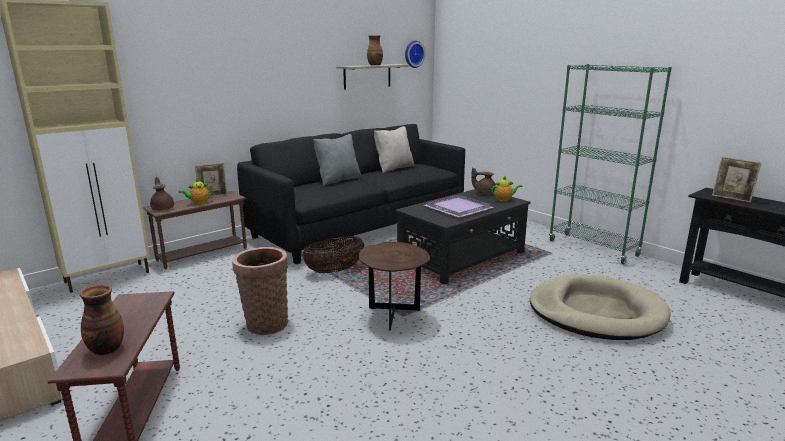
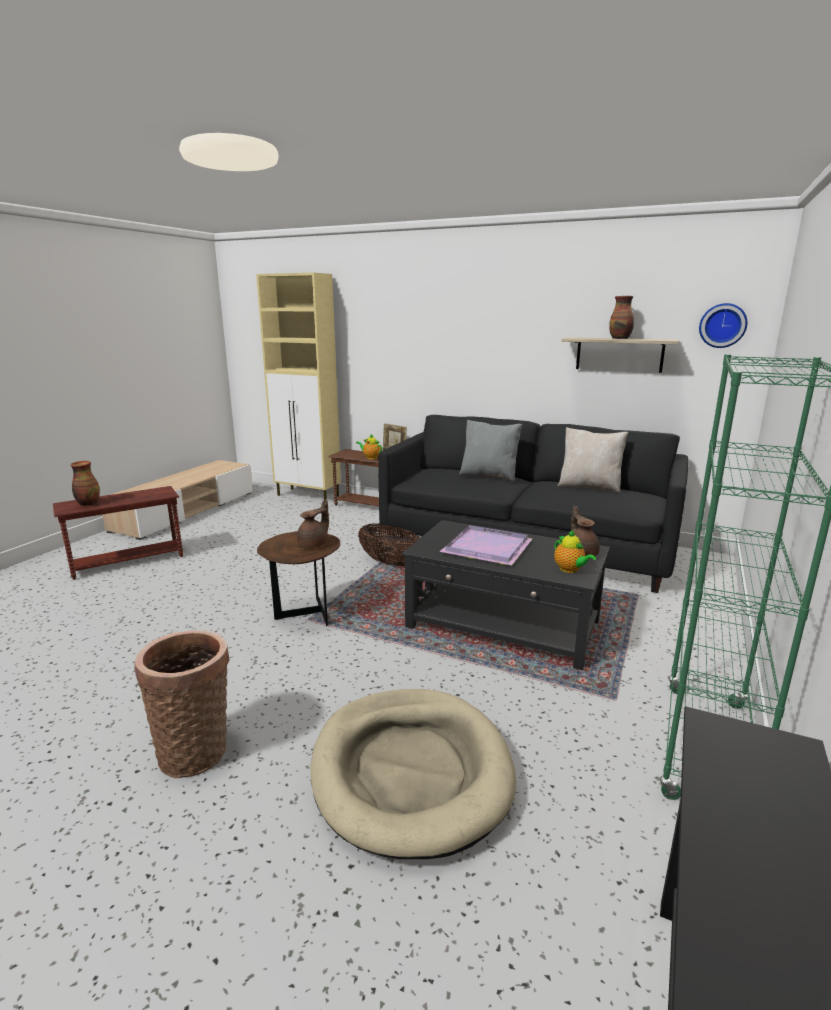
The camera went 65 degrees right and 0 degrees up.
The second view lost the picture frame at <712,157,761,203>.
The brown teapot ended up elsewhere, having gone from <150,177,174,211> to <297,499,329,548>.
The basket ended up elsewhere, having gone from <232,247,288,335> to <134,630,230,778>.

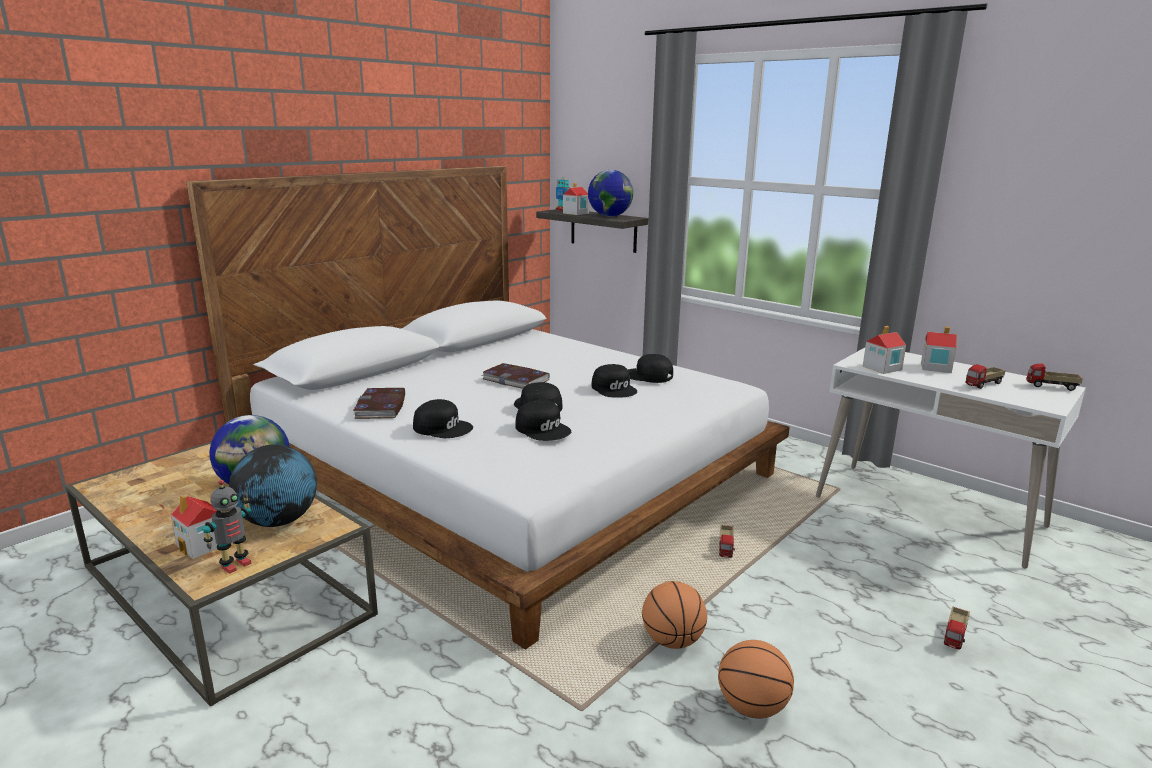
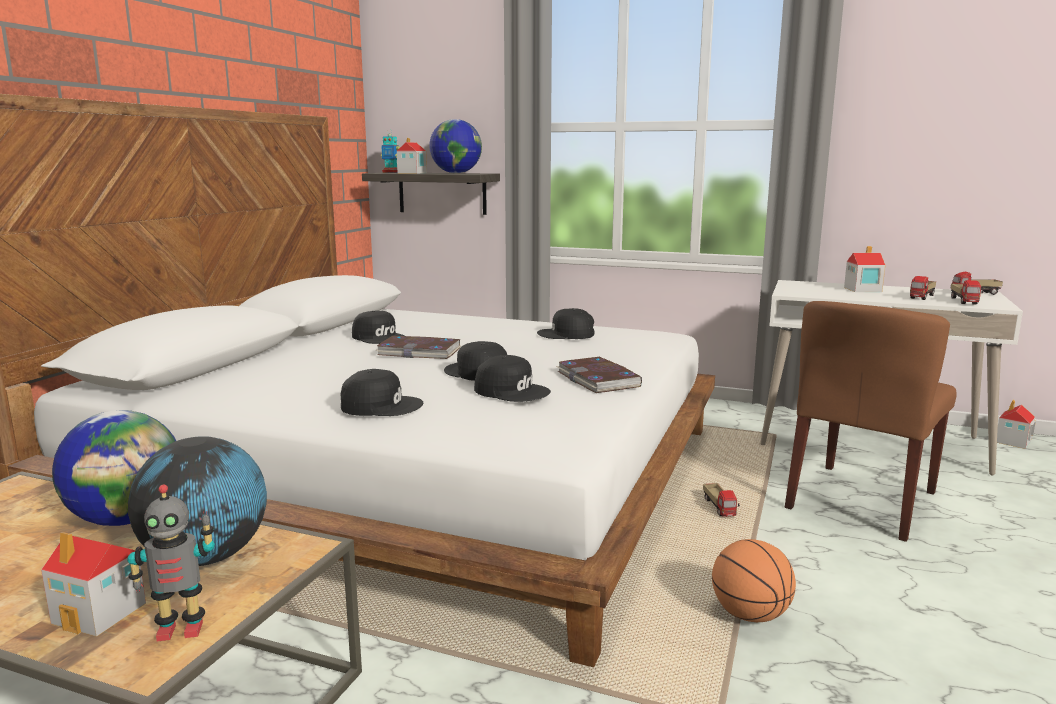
The camera went 20 degrees left and 5 degrees down.
The second view lost the basketball at <718,640,794,718>.
The second view gained the brown chair at <785,301,957,542>.
The book ended up elsewhere, having gone from <353,388,405,419> to <556,357,642,393>.
The black cap ended up elsewhere, having gone from <592,364,637,398> to <352,311,405,344>.
The toy house ended up elsewhere, having gone from <863,326,906,374> to <997,400,1036,449>.
The toy truck ended up elsewhere, having gone from <944,607,970,650> to <950,280,983,305>.
The toy robot at <203,480,252,574> ended up facing another way, 60 degrees clockwise from before.

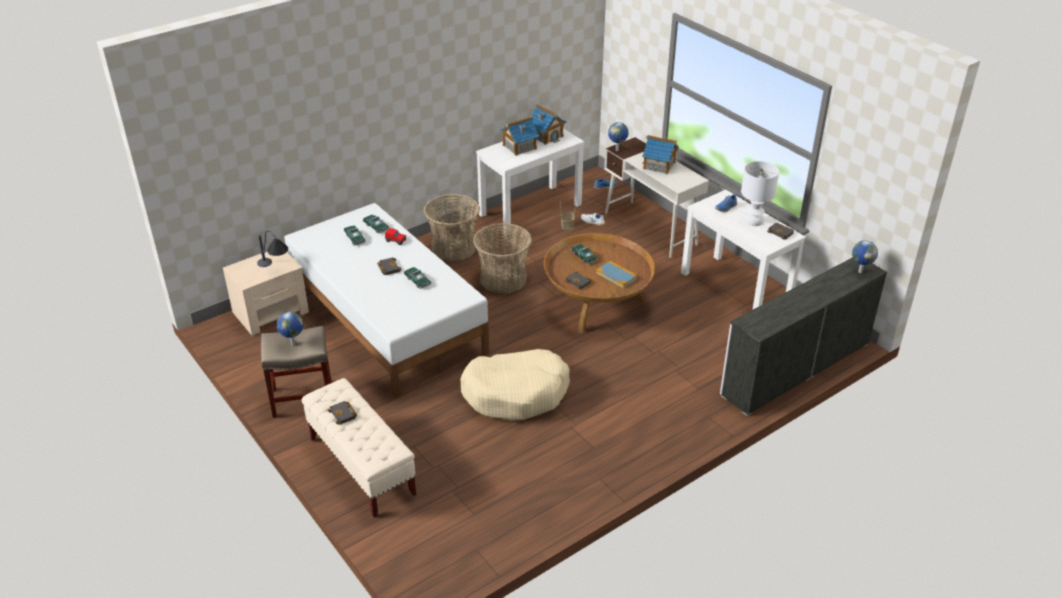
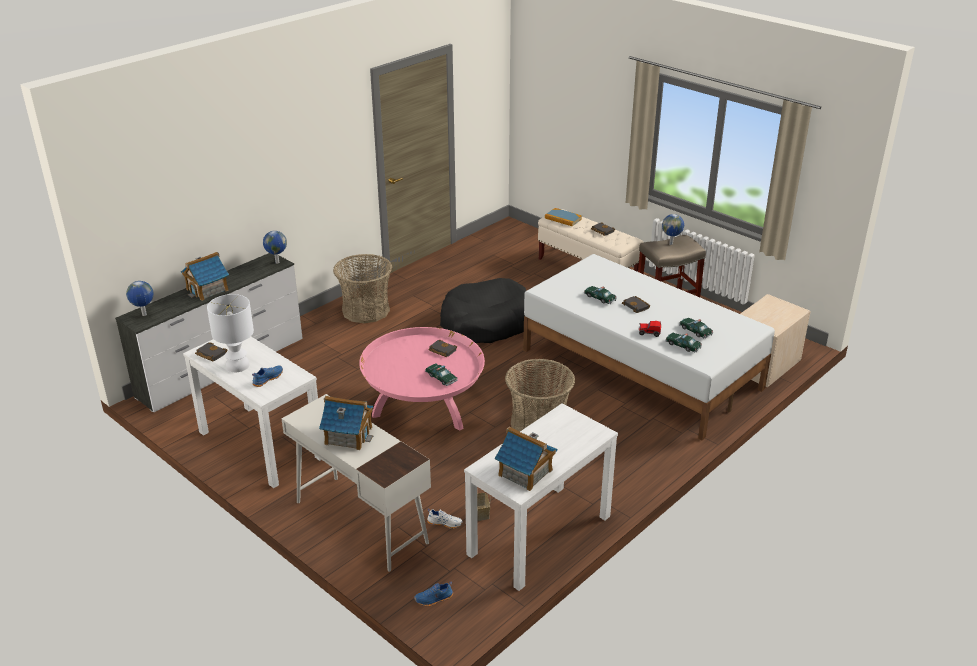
The camera went 170 degrees right and 5 degrees down.
The second view lost the table lamp at <257,231,288,267>.
The basket ended up elsewhere, having gone from <424,194,480,261> to <333,254,393,323>.
The toy house ended up elsewhere, having gone from <500,116,539,156> to <181,252,229,301>.
The book ended up elsewhere, having gone from <596,261,638,288> to <545,208,582,226>.
The globe ended up elsewhere, having gone from <608,122,629,151> to <263,231,287,264>.
What was the beige dog bed at <460,349,570,421> turned into the black dog bed at <440,278,527,343>.
What was the brown coffee table at <544,233,655,333> turned into the pink coffee table at <359,327,485,431>.

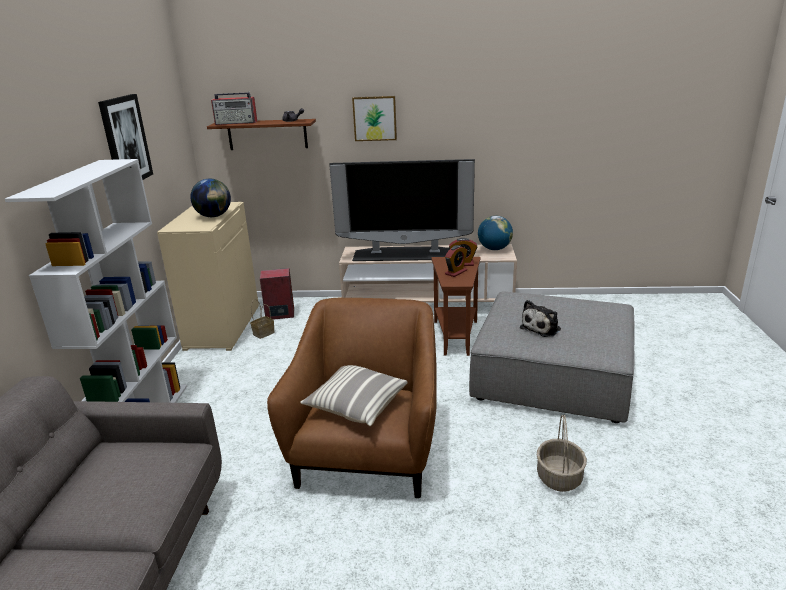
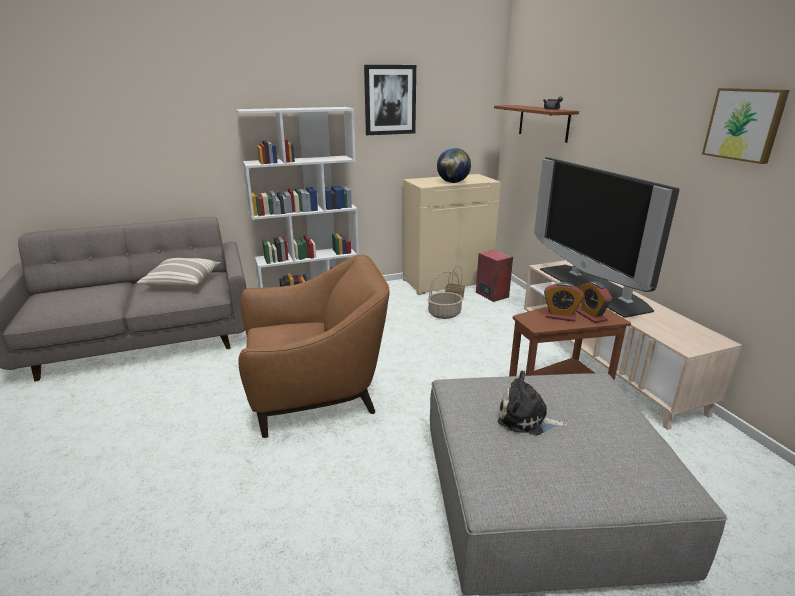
The camera went 65 degrees right and 0 degrees up.
The second view lost the radio at <211,91,257,125>.
The second view lost the globe at <478,216,513,250>.
The pillow ended up elsewhere, having gone from <300,365,408,426> to <137,258,221,289>.
The picture ended up elsewhere, having gone from <352,96,397,141> to <702,88,790,164>.
The basket ended up elsewhere, having gone from <537,415,587,492> to <428,271,463,319>.

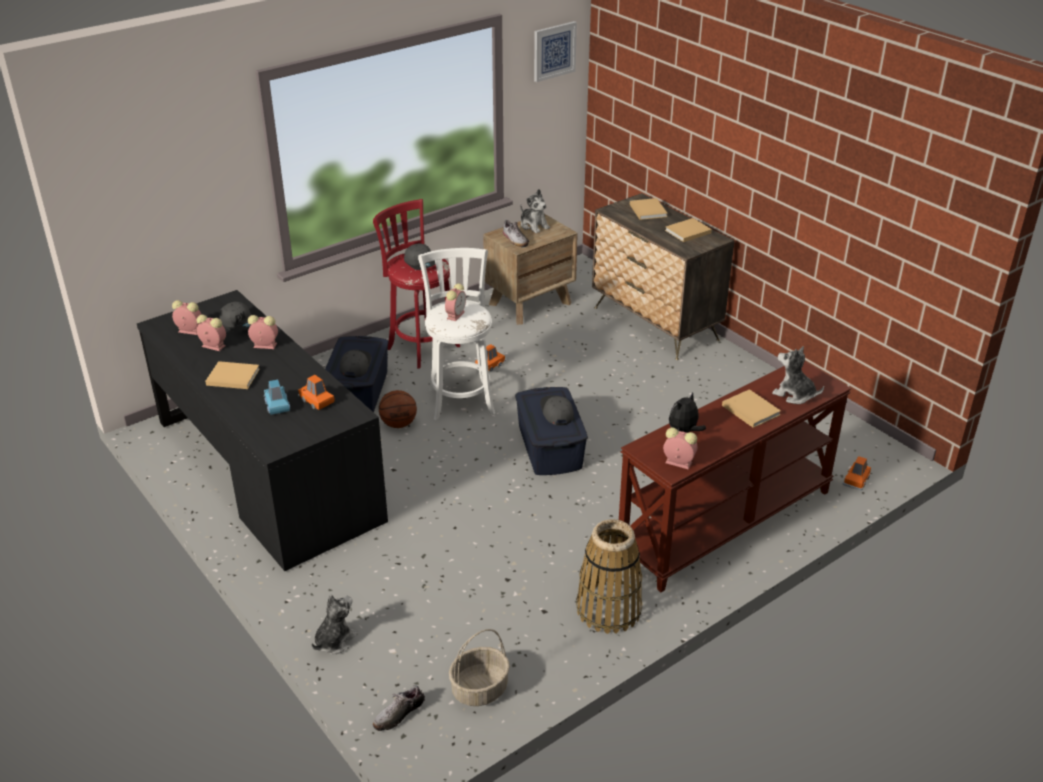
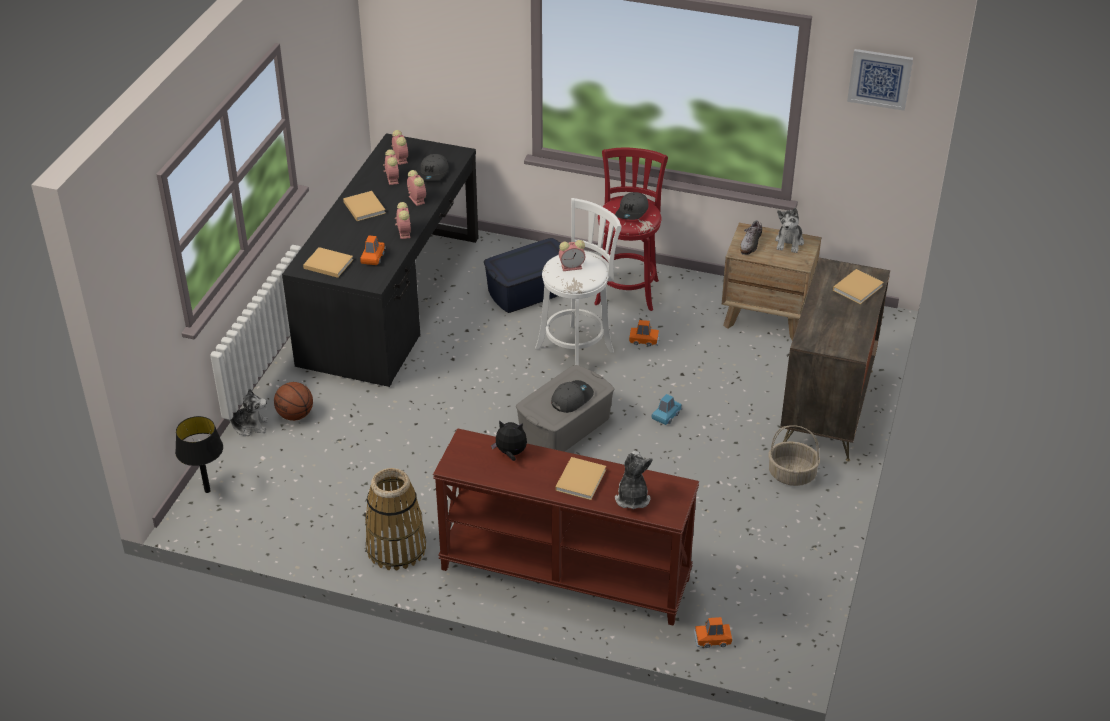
The camera went 55 degrees right and 5 degrees up.
The second view lost the grey cap at <340,350,372,378>.
The blue toy car ended up elsewhere, having gone from <264,380,290,415> to <652,394,682,425>.
The basketball ended up elsewhere, having gone from <379,390,417,428> to <274,382,313,421>.
The basket ended up elsewhere, having gone from <449,629,510,706> to <769,425,820,486>.
The alarm clock ended up elsewhere, having gone from <663,428,698,470> to <395,202,411,239>.
The beige book ended up elsewhere, having gone from <665,218,712,242> to <303,247,353,278>.
Where the shoe stood at <373,685,425,731>, the black table lamp came to stand at <175,416,223,493>.
What was the blue storage box at <515,387,588,475> turned into the grey storage box at <516,365,614,452>.

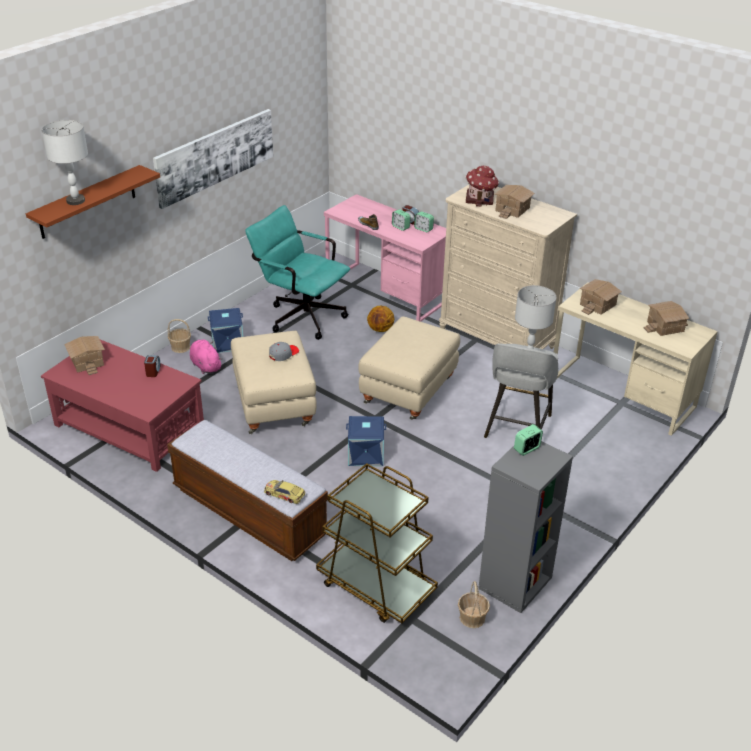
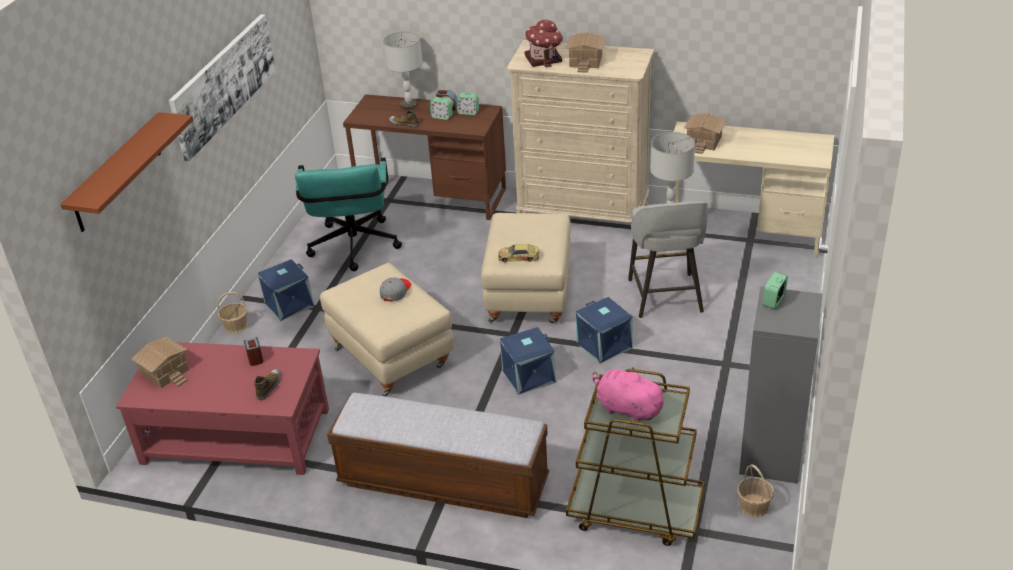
The camera went 20 degrees left and 0 degrees up.
The second view lost the basketball at <367,306,394,332>.
The second view lost the toy house at <644,301,689,336>.
The second view gained the shoe at <254,369,281,400>.
The second view gained the blue storage box at <576,297,633,363>.
The grey table lamp ended up elsewhere, having gone from <41,120,88,205> to <383,31,423,110>.
The pink plush toy ended up elsewhere, having gone from <190,339,223,374> to <592,367,667,422>.
The toy car ended up elsewhere, having gone from <264,480,305,504> to <498,244,539,262>.
What was the pink desk at <324,194,446,322> turned into the brown desk at <343,94,506,220>.
The turquoise office chair at <245,205,351,340> ended up facing another way, 105 degrees counterclockwise from before.

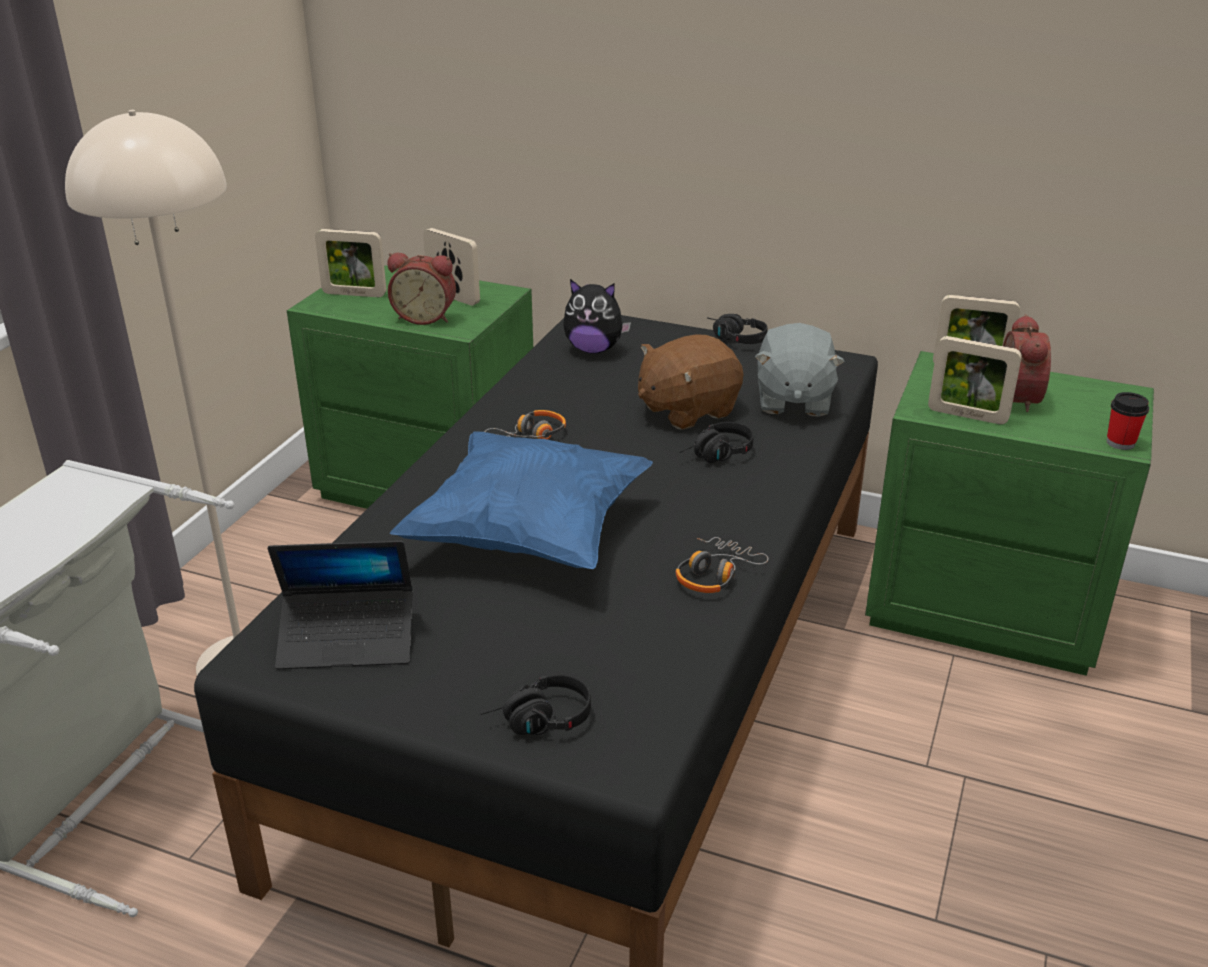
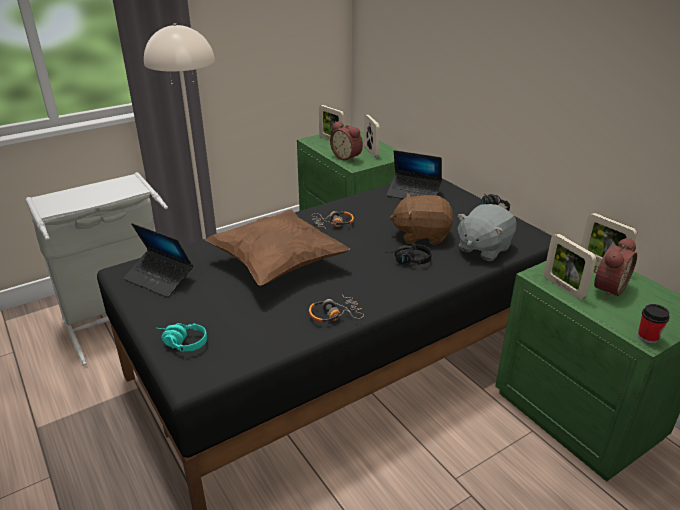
The camera went 35 degrees right and 0 degrees up.
Where the plush toy stood at <563,279,631,354>, the laptop came to stand at <386,150,442,199>.
What was the blue pillow at <390,432,653,569> turned into the brown pillow at <205,210,350,286>.
What was the black headphones at <480,675,591,735> turned into the turquoise headphones at <157,323,207,352>.

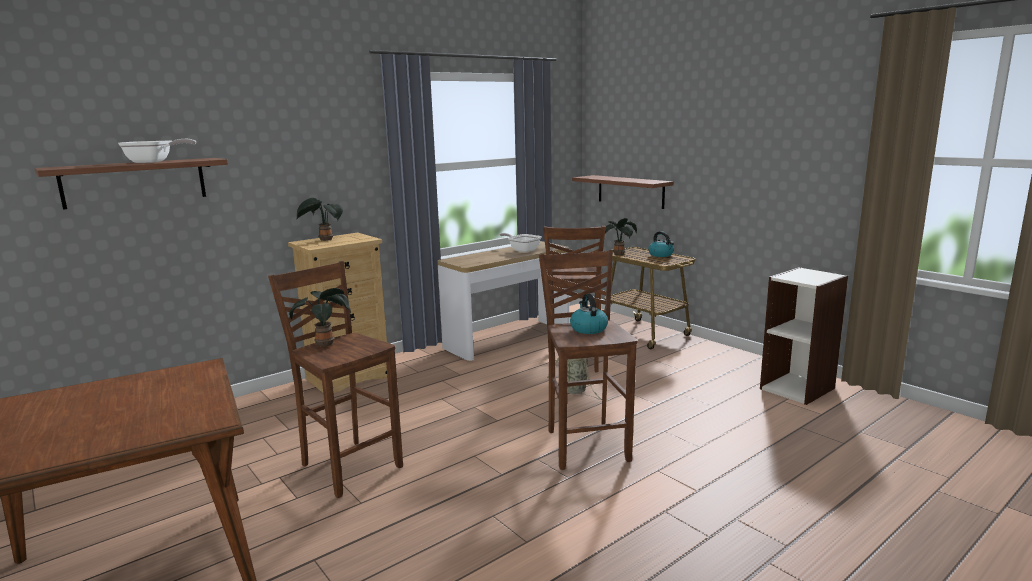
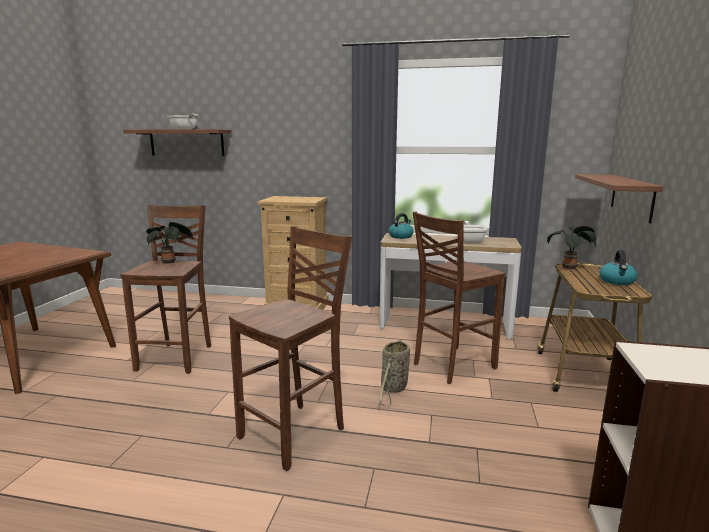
The camera went 50 degrees right and 0 degrees up.
The second view lost the potted plant at <297,198,343,241>.
The kettle ended up elsewhere, having gone from <570,294,608,334> to <389,213,414,239>.

